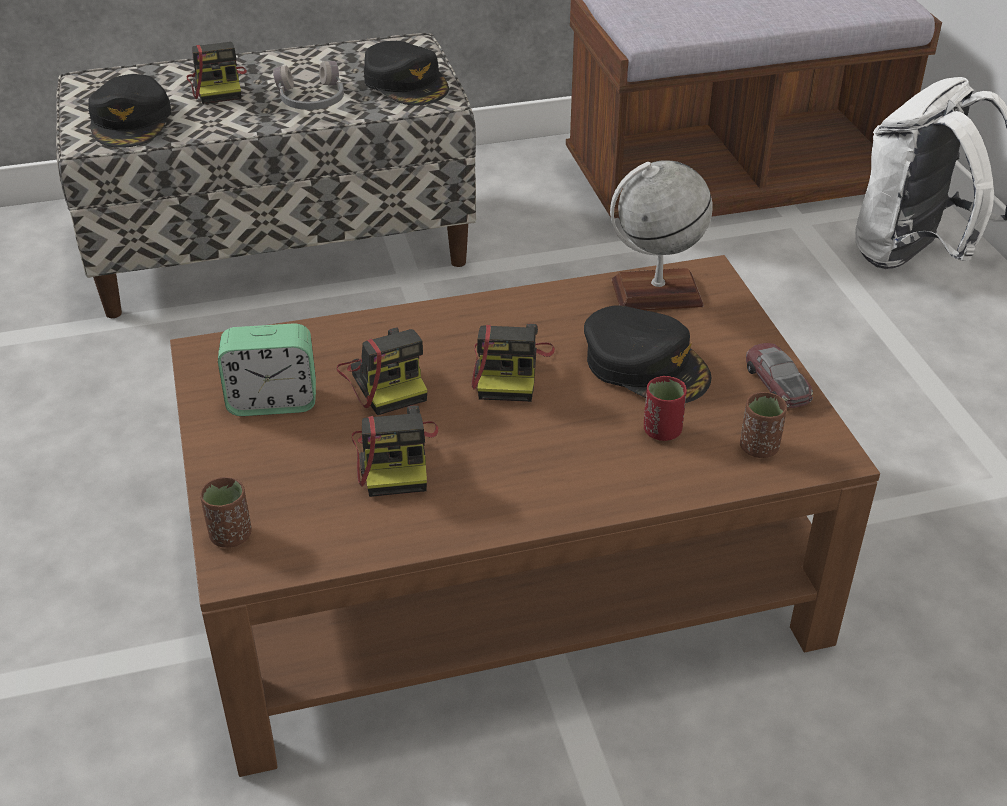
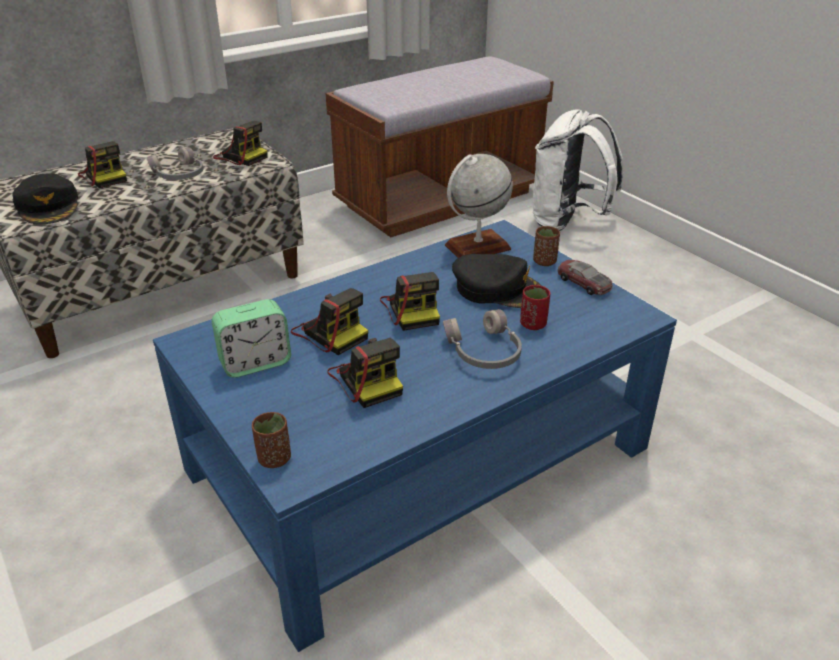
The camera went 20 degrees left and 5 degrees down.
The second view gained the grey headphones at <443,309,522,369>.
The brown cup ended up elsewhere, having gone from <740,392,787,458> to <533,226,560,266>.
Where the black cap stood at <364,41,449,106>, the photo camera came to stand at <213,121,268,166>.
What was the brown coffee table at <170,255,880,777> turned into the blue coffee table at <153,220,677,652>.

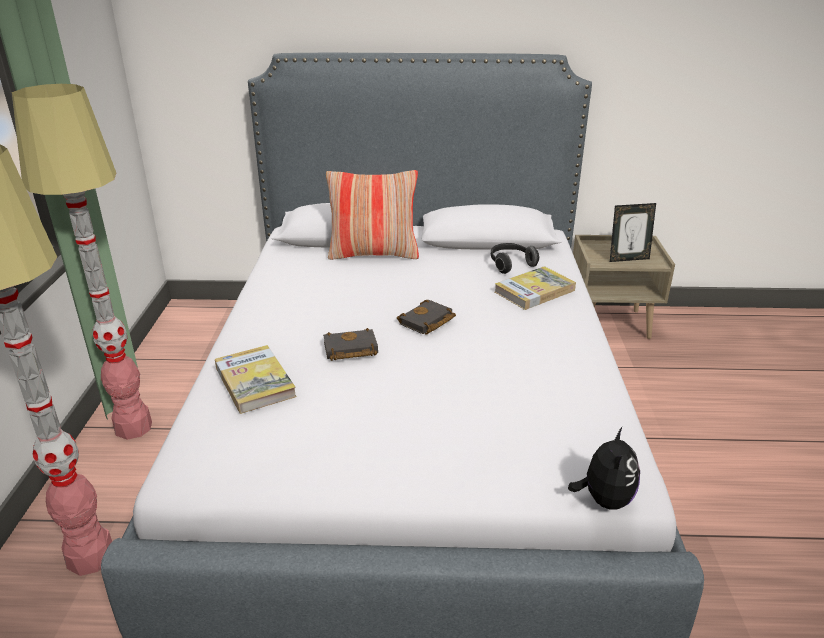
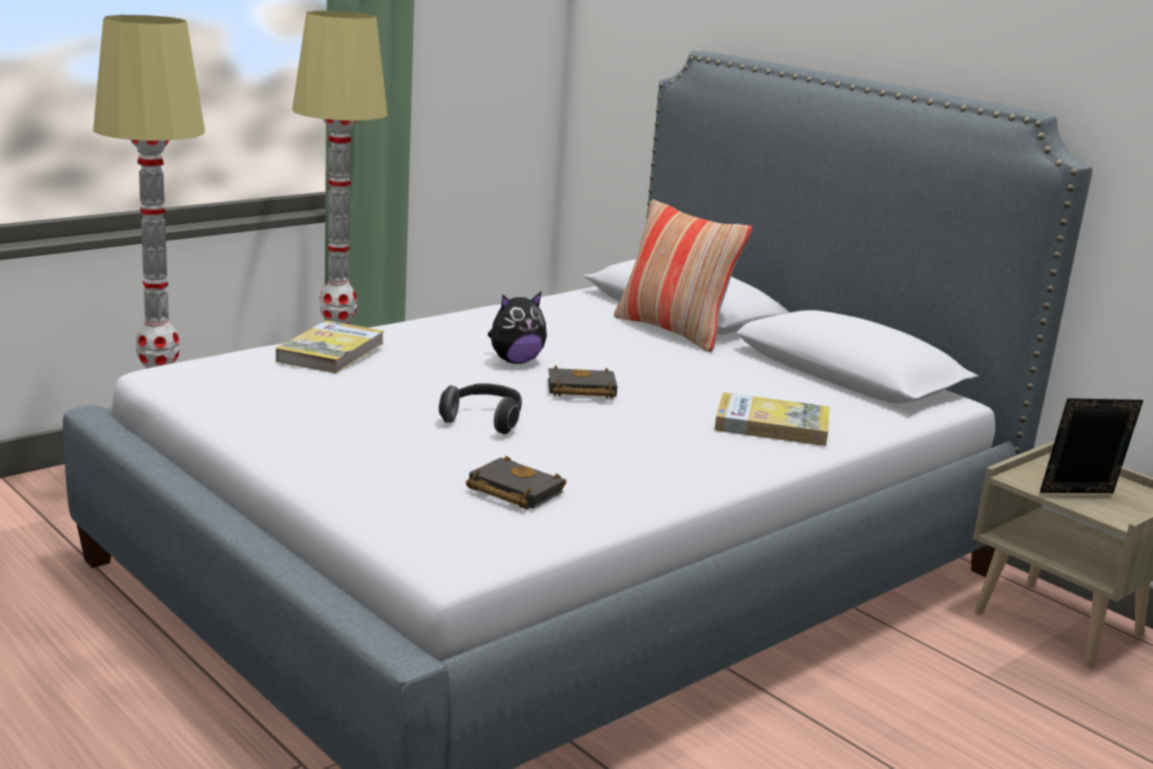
The camera went 45 degrees right and 10 degrees down.
The black book ended up elsewhere, having gone from <323,328,378,361> to <466,456,566,510>.
The headphones ended up elsewhere, having gone from <491,243,539,274> to <439,383,522,434>.
The plush toy ended up elsewhere, having gone from <568,427,640,510> to <488,291,547,364>.
The picture frame at <610,203,656,262> ended up facing another way, 135 degrees clockwise from before.

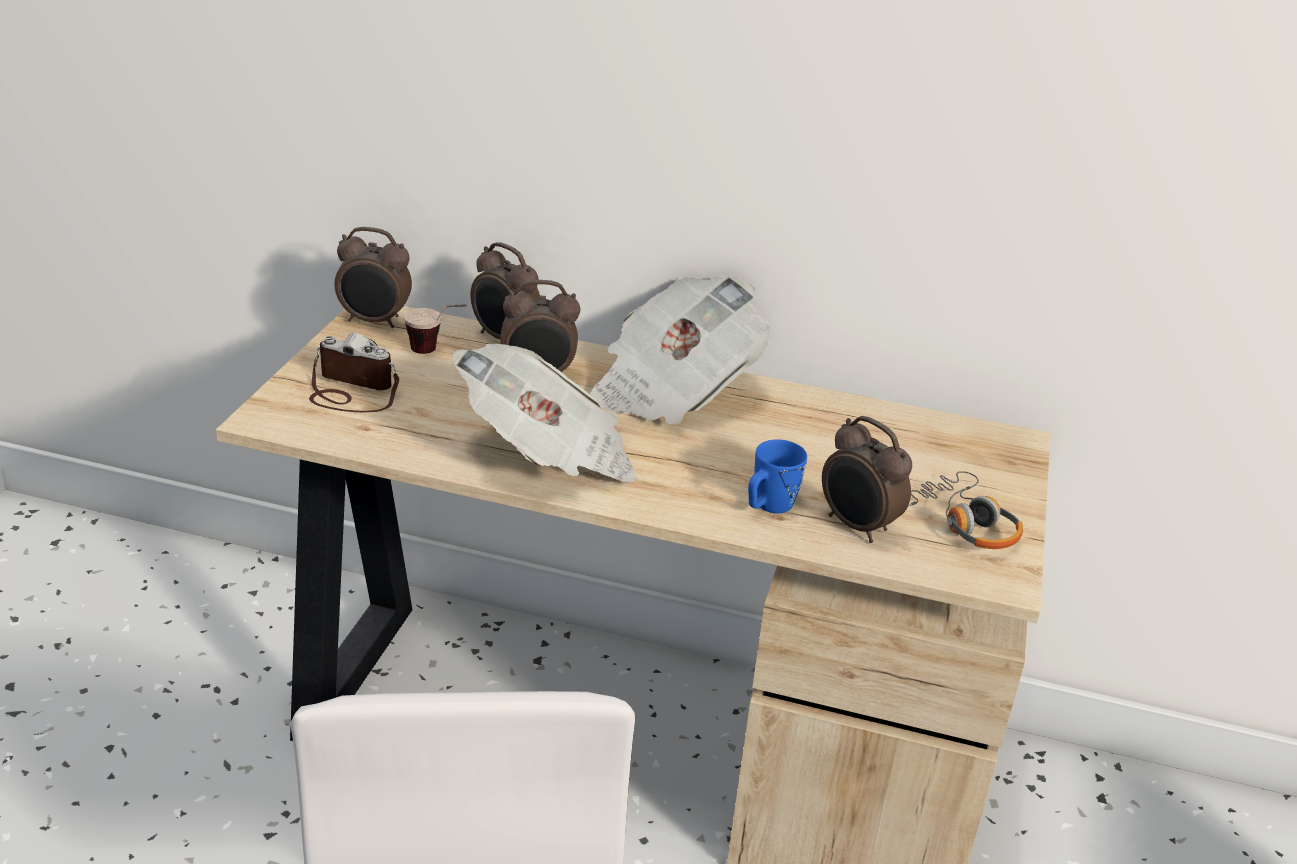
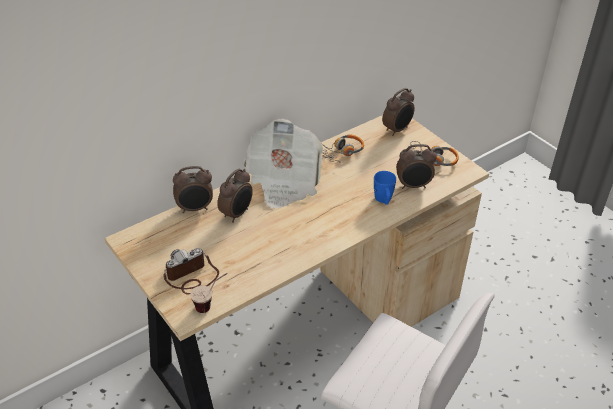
The camera went 50 degrees left and 10 degrees up.
The second view lost the newspaper at <452,344,638,482>.
The second view gained the headphones at <322,134,364,164>.
The alarm clock ended up elsewhere, having gone from <334,227,412,328> to <382,88,415,136>.
The cup ended up elsewhere, having gone from <404,304,467,354> to <190,273,227,313>.

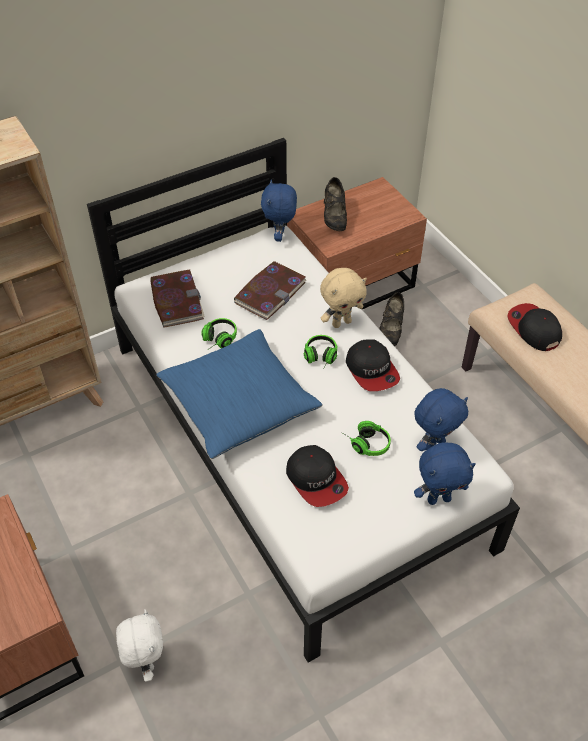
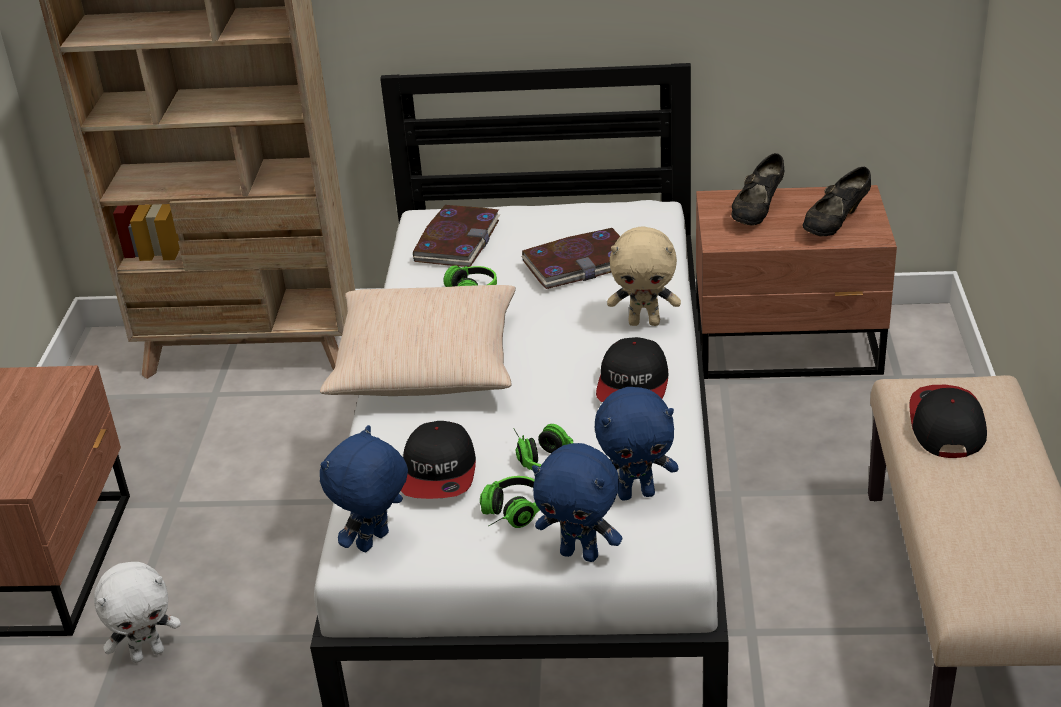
The camera went 35 degrees right and 15 degrees down.
The blue plush toy ended up elsewhere, having gone from <261,179,297,242> to <320,425,408,552>.
The headphones ended up elsewhere, having gone from <304,335,337,370> to <480,476,540,528>.
The black shoe ended up elsewhere, having gone from <380,292,404,346> to <803,167,871,237>.
What was the blue pillow at <156,329,323,459> turned into the beige pillow at <320,285,516,396>.
The white plush toy at <116,609,163,682> ended up facing another way, 45 degrees clockwise from before.

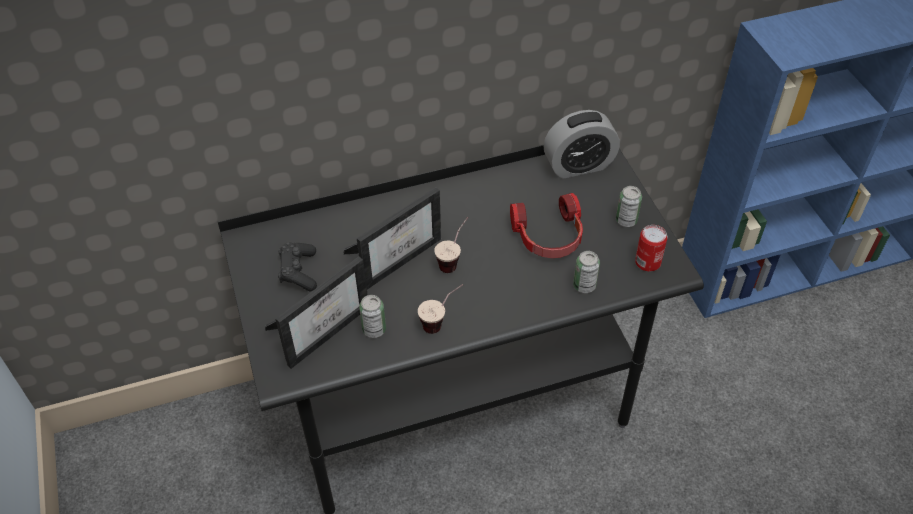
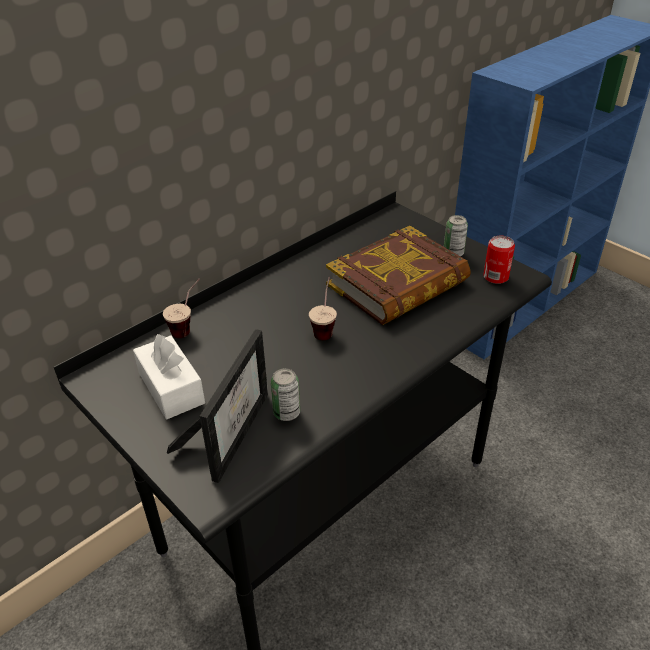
The camera went 25 degrees left and 10 degrees down.
The second view lost the picture frame at <344,187,441,289>.
The second view lost the alarm clock at <543,110,620,179>.
The second view lost the can at <573,251,600,293>.
The cup ended up elsewhere, having gone from <418,284,463,334> to <163,279,200,338>.
Where the black game controller stood at <278,243,317,291>, the white tissue box came to stand at <133,334,205,419>.
Where the headphones stood at <510,193,583,258>, the book came to stand at <326,226,471,325>.

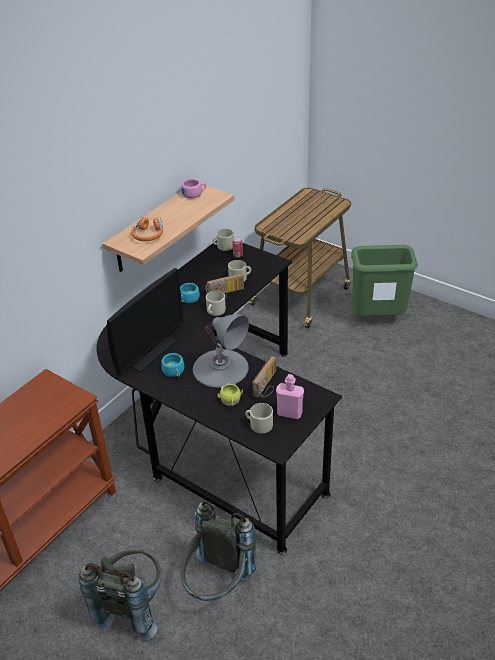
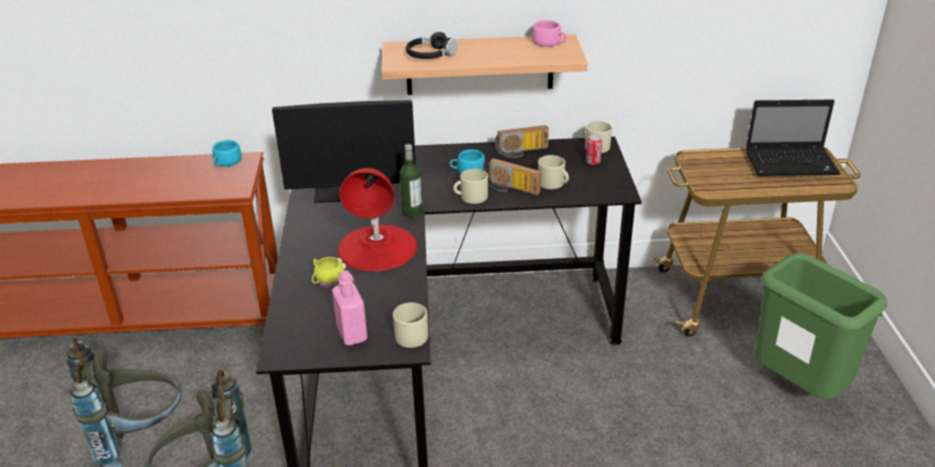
The camera went 50 degrees right and 5 degrees down.
The second view gained the bottle at <400,144,423,218>.
The second view gained the laptop at <746,100,840,176>.
The turquoise cup ended up elsewhere, having gone from <161,353,184,377> to <212,140,242,167>.
The beige mug ended up elsewhere, having gone from <245,403,273,434> to <393,303,428,348>.
The radio ended up elsewhere, having gone from <252,356,276,398> to <495,125,549,158>.
What was the orange headphones at <131,217,163,241> turned into the black headphones at <406,31,458,59>.
What was the grey table lamp at <193,314,249,387> turned into the red table lamp at <338,168,417,271>.

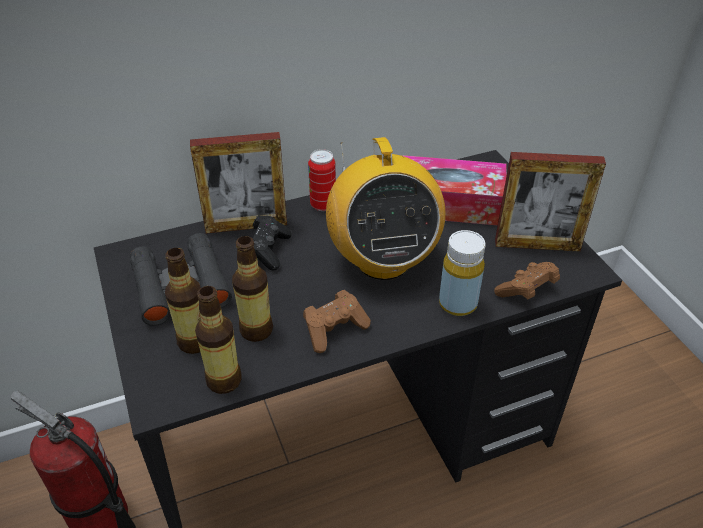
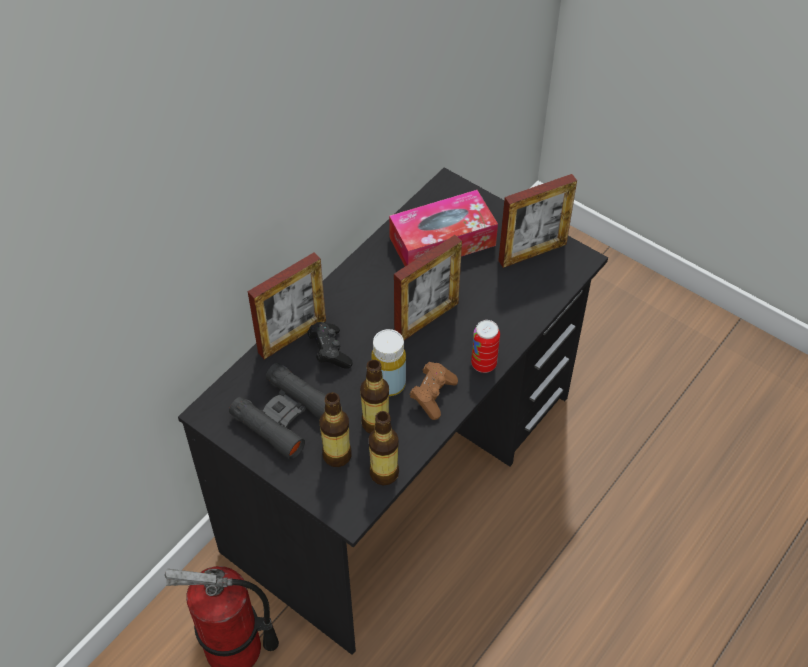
The camera went 30 degrees left and 10 degrees up.
The second view lost the brown game controller at <494,262,560,299>.
The can ended up elsewhere, having gone from <308,149,336,211> to <471,320,500,373>.
The yellow bottle ended up elsewhere, having gone from <439,230,486,316> to <371,329,406,396>.
Where the radio stood at <326,137,445,280>, the picture frame came to stand at <394,235,462,340>.

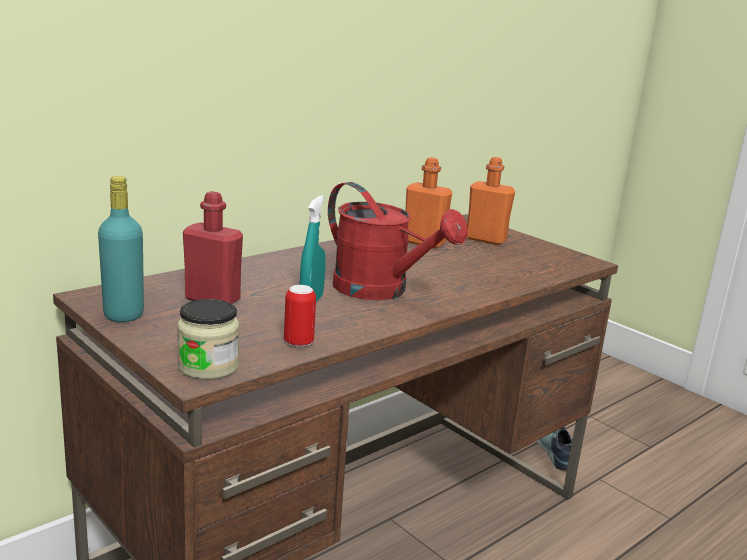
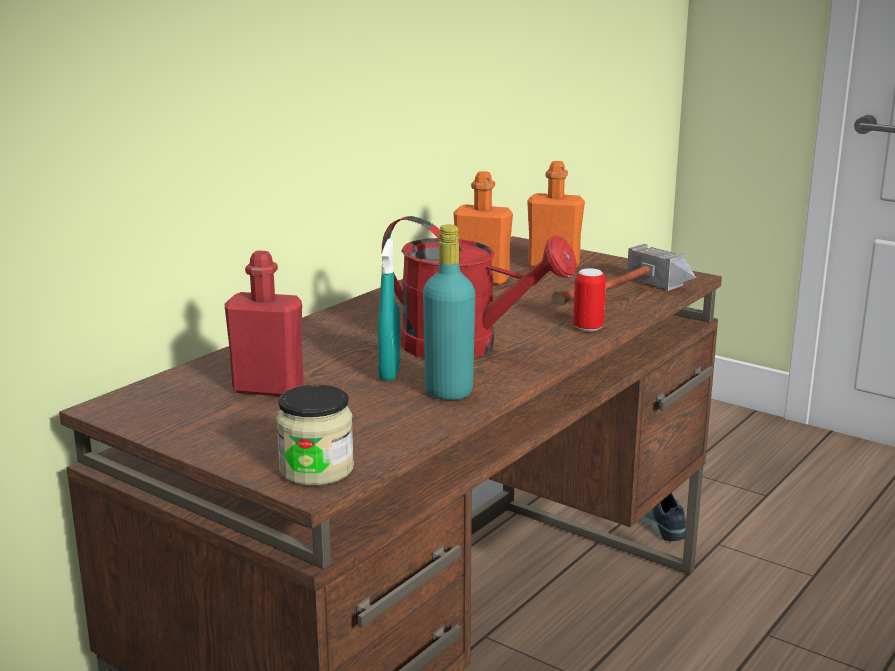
The camera went 10 degrees left and 0 degrees up.
The second view gained the hammer at <552,244,696,305>.
The turquoise bottle ended up elsewhere, having gone from <98,176,144,322> to <423,225,475,400>.
The can ended up elsewhere, having gone from <284,285,316,348> to <573,268,606,332>.

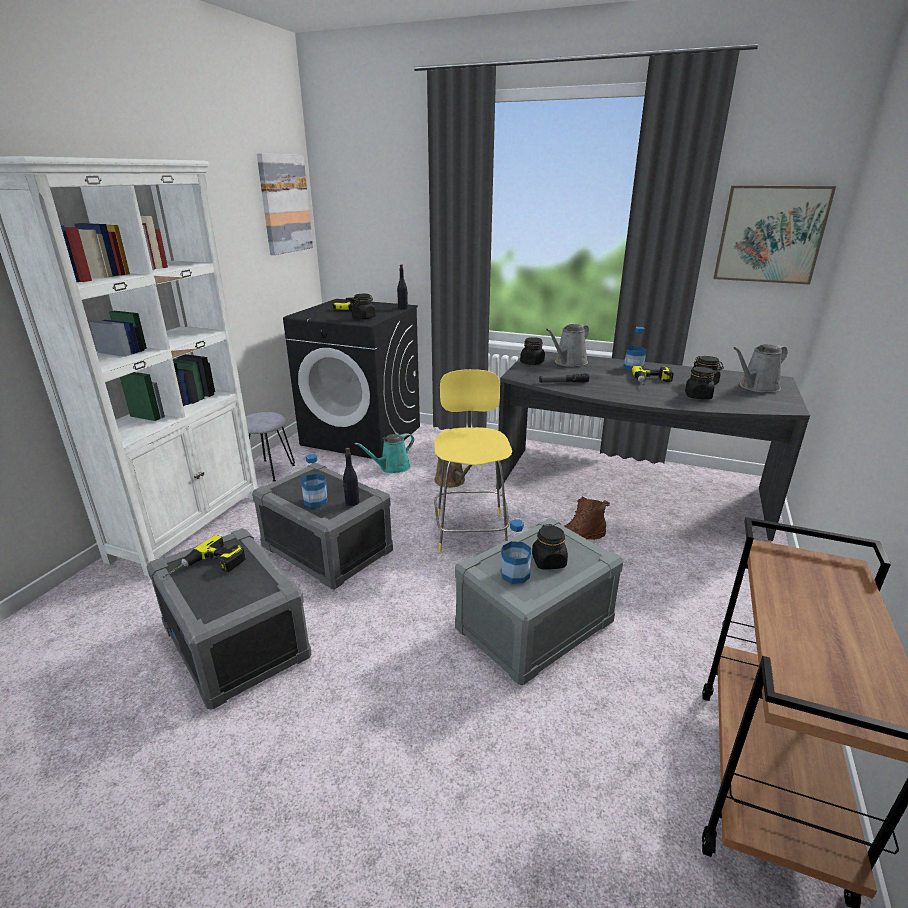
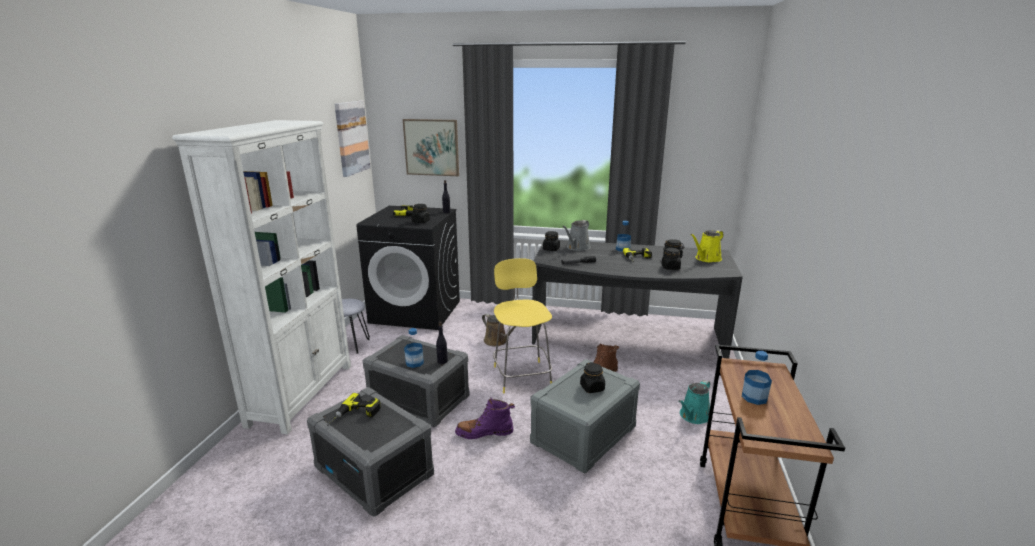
The camera went 10 degrees left and 5 degrees down.
The second view gained the purple boot at <455,398,515,439>.
The turquoise watering can ended up elsewhere, having gone from <354,433,414,473> to <678,380,710,424>.
The bottle ended up elsewhere, having gone from <501,519,531,584> to <742,351,772,405>.
The picture ended up elsewhere, having gone from <714,186,836,284> to <403,119,459,176>.
What was the grey watering can at <733,344,788,392> turned into the yellow watering can at <690,230,724,262>.

